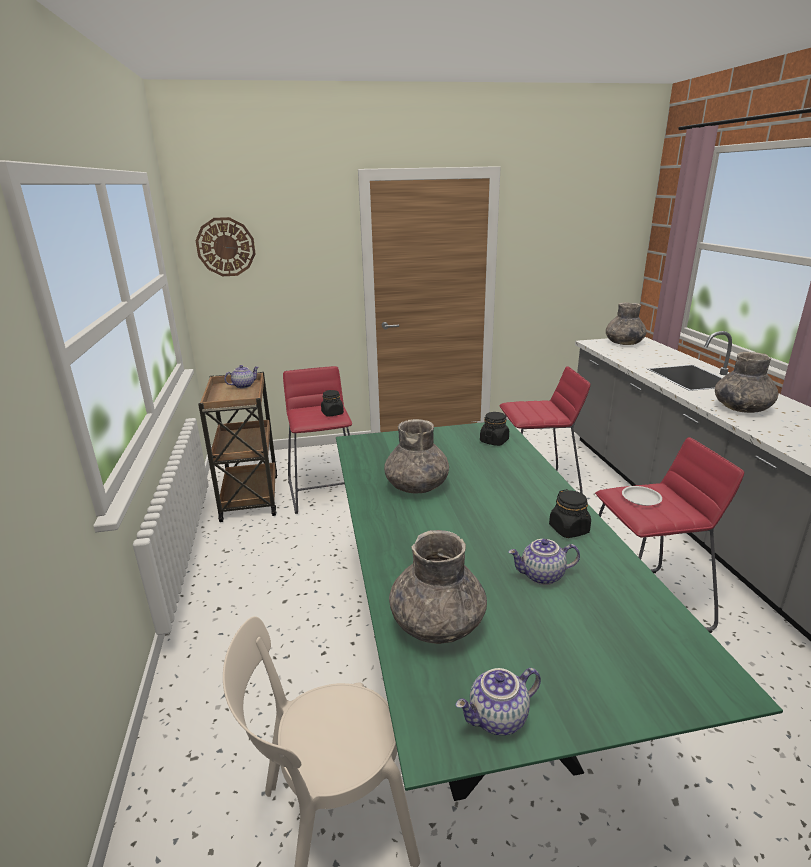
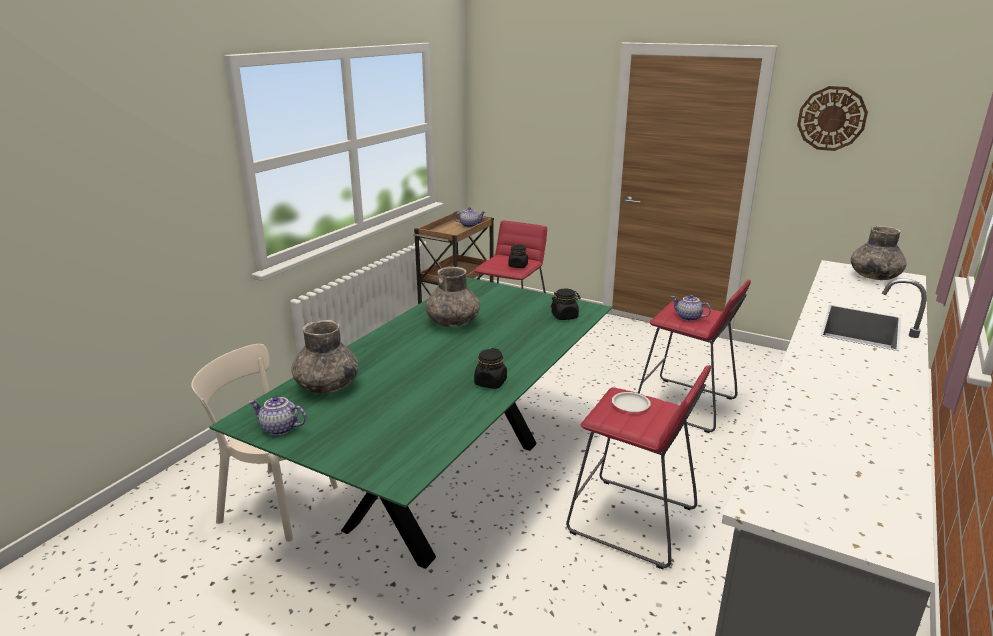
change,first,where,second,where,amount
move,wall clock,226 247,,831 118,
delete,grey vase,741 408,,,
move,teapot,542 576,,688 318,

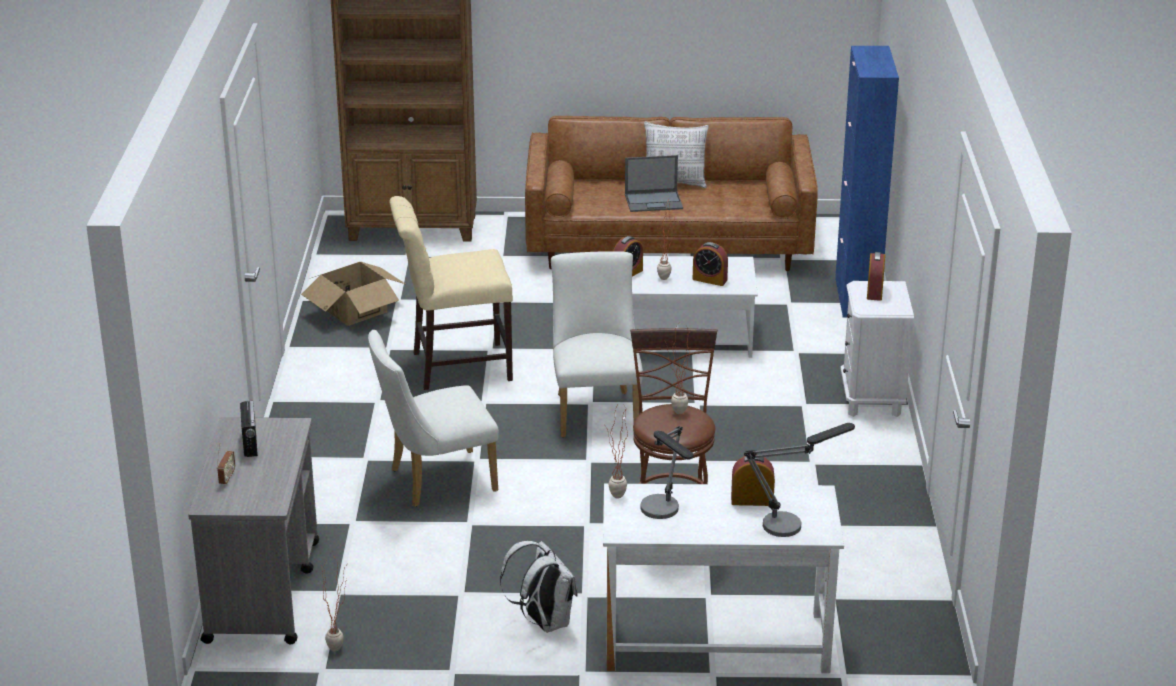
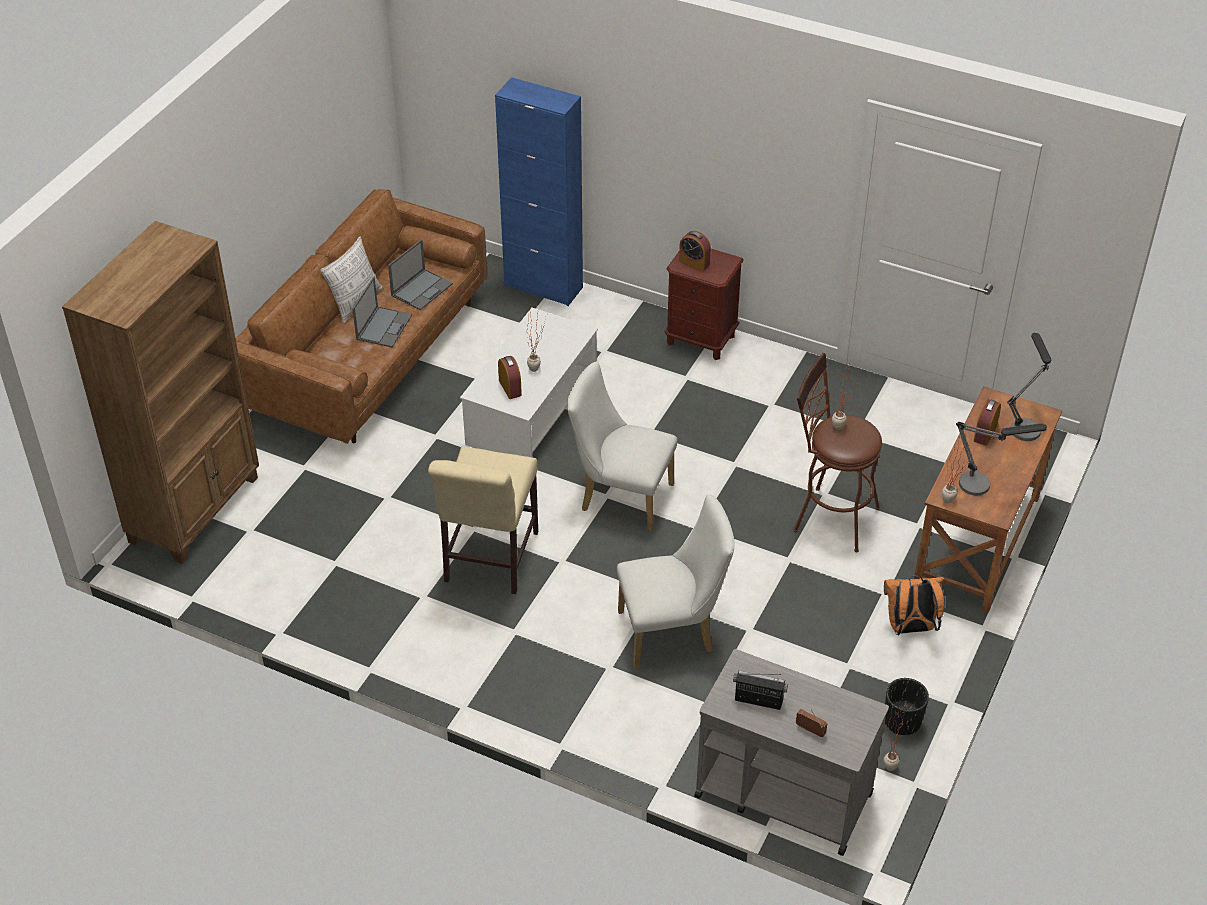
change,first,where,second,where,amount
delete,alarm clock,709 280,,,
delete,cardboard box,354 310,,,
recolor,white nightstand,871 399,brown nightstand,701 339,
rotate,white chair,435 481,,673 632,105 degrees counterclockwise
recolor,white desk,716 642,brown desk,977 542,
recolor,white backpack,543 622,orange backpack,909 628,
insert,,,laptop,422 289,
insert,,,black planter,902 721,

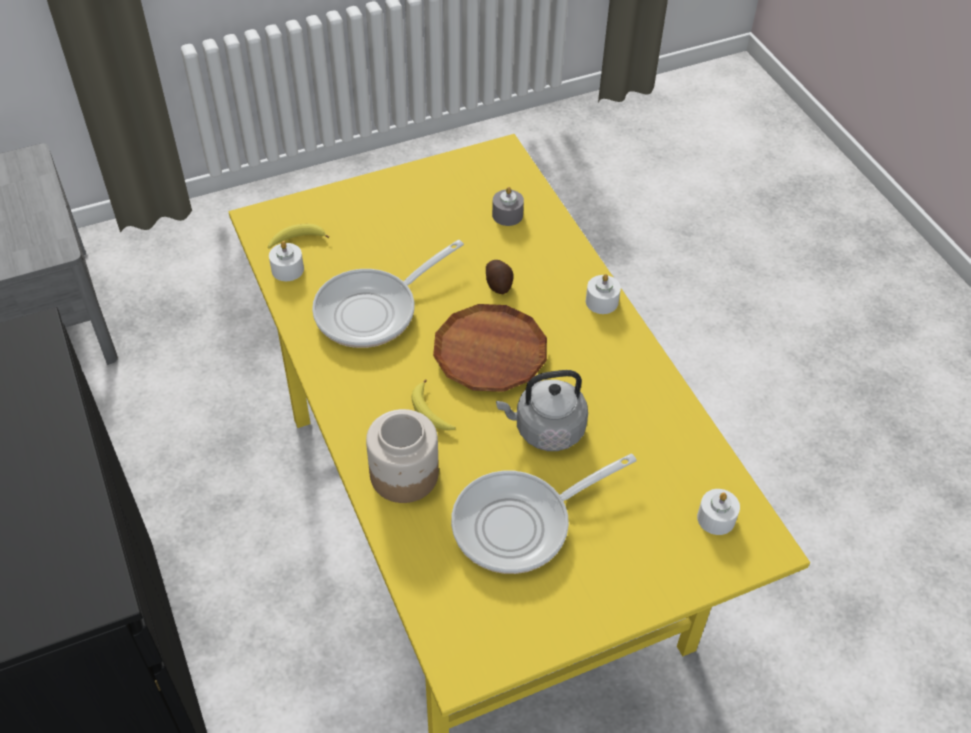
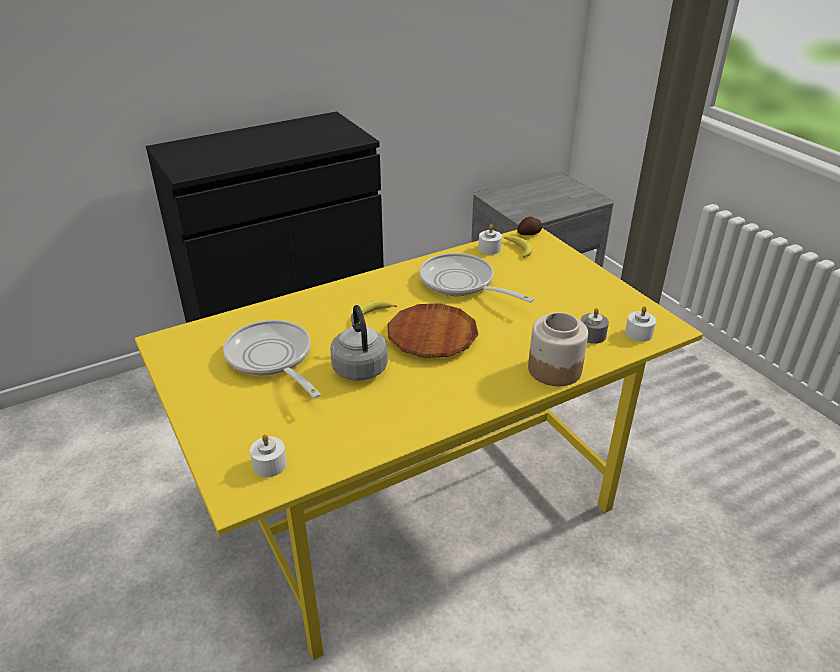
change,first,where,second,where,amount
move,potato,499 283,,529 234,
move,white candle,601 301,,638 333,
move,jar,403 475,,554 369,

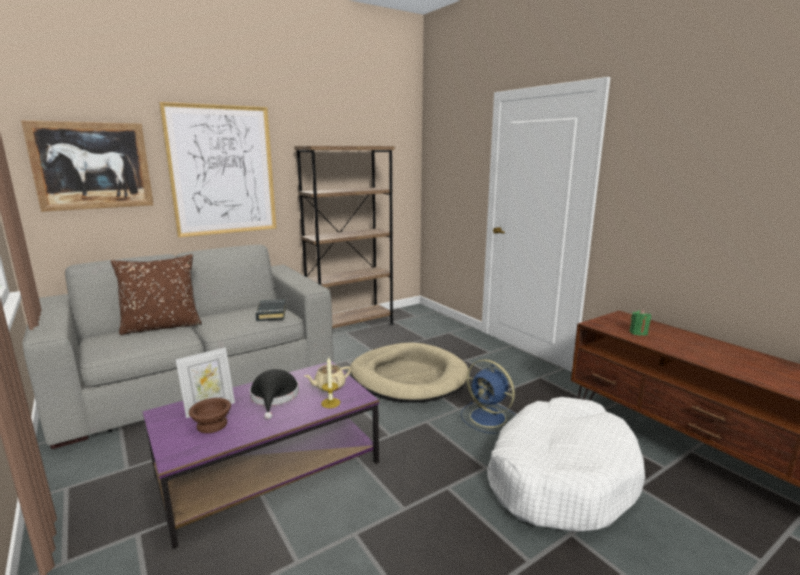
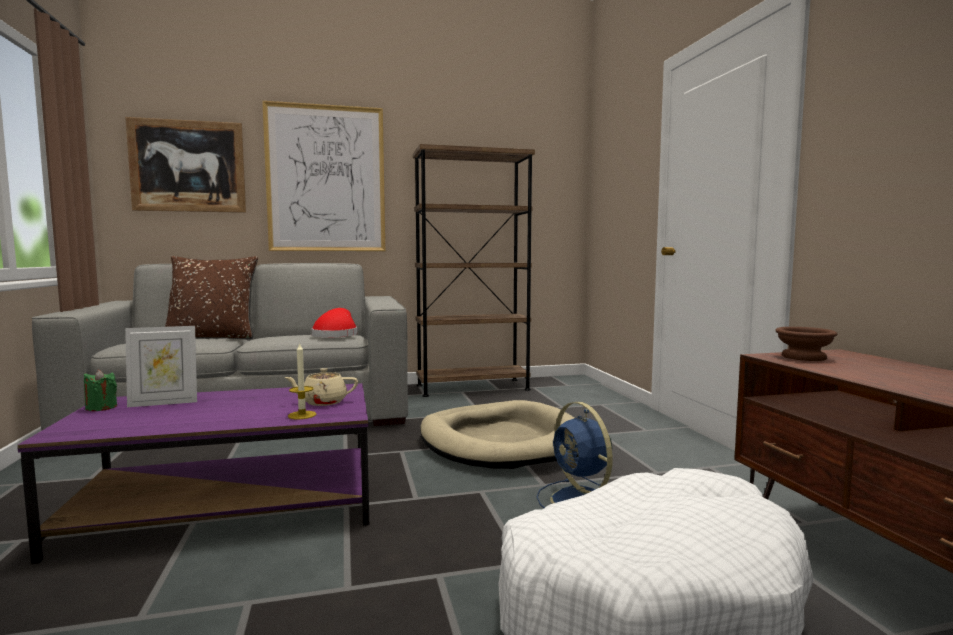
change,first,where,second,where,amount
replace,black book,271 313,red hat,336 335,
move,green candle,638 333,,101 407,
delete,black hat,274 397,,,
move,brown bowl,213 425,,805 357,

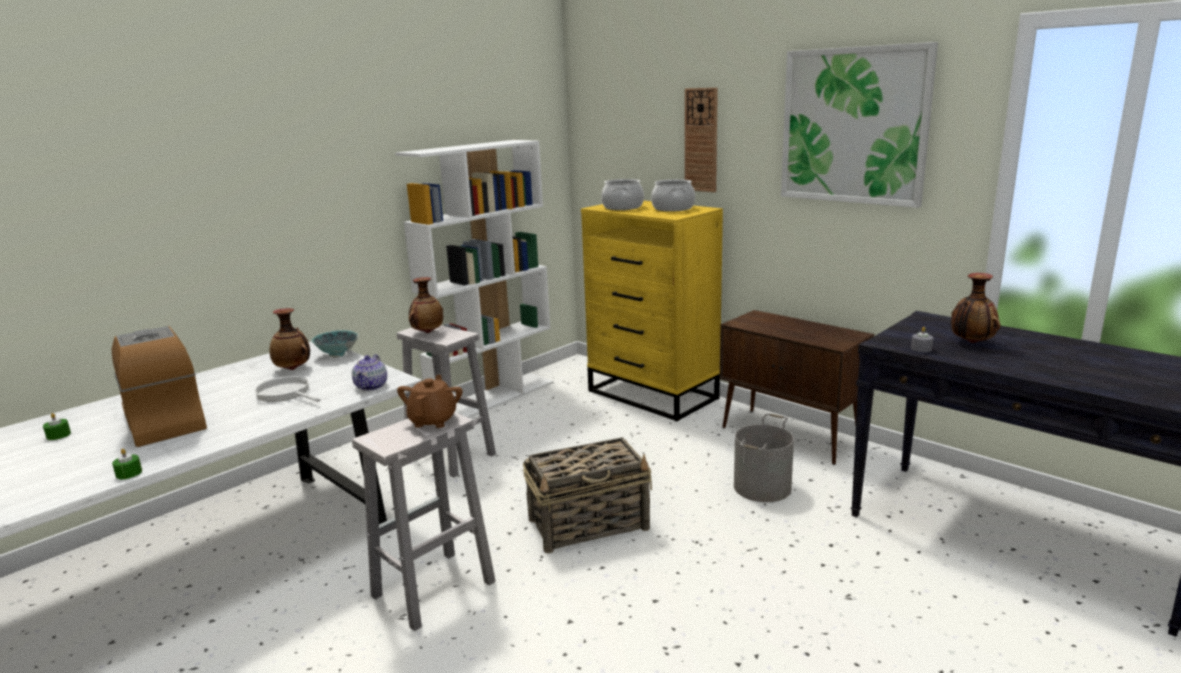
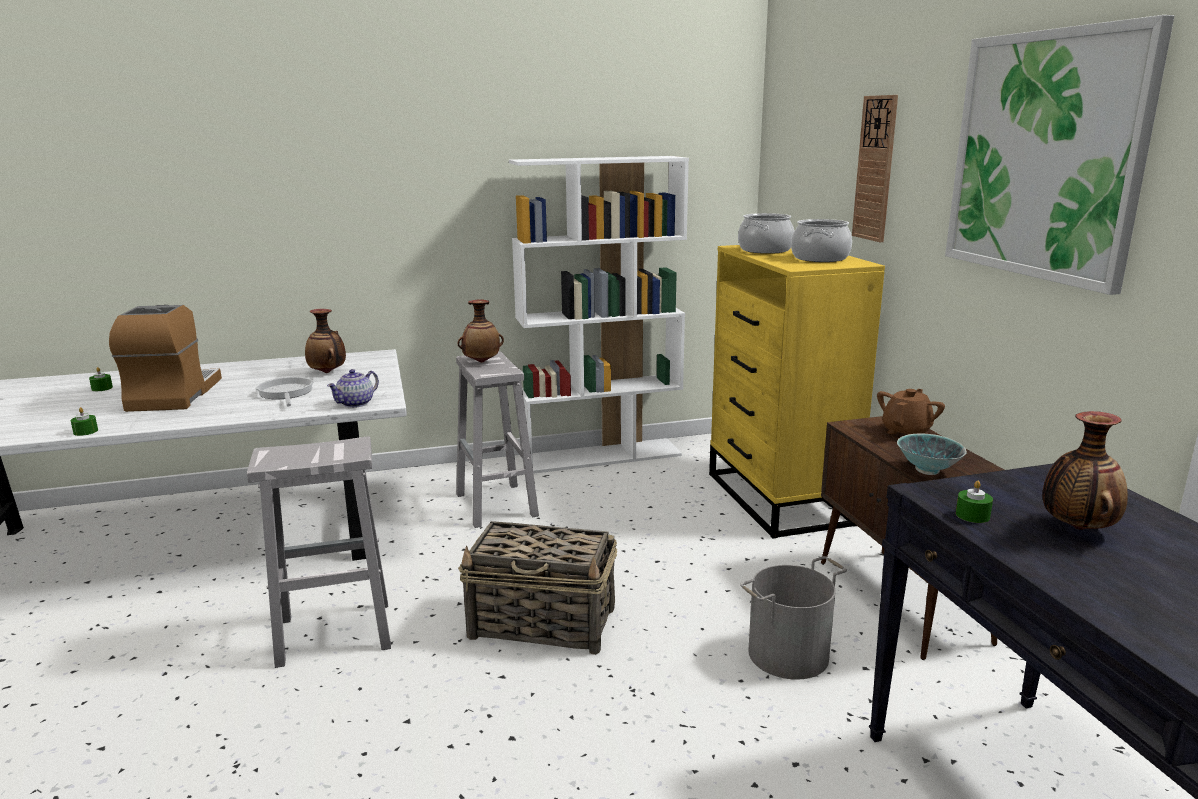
change,first,where,second,where,amount
recolor,grey candle,921 349,green candle,972 515,
move,bowl,337 355,,927 470,
move,brown teapot,433 420,,906 431,

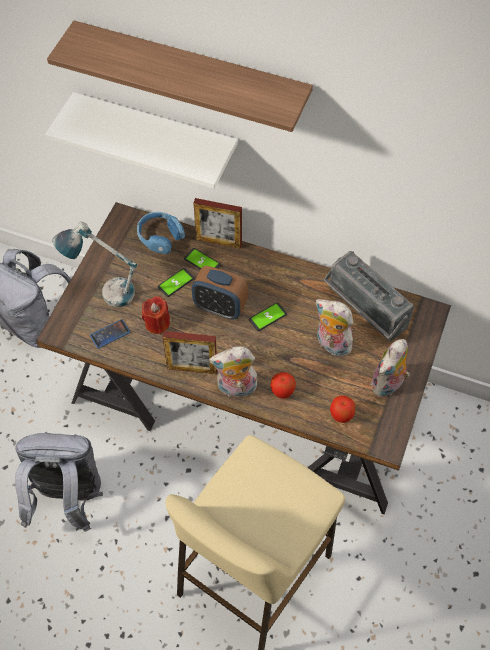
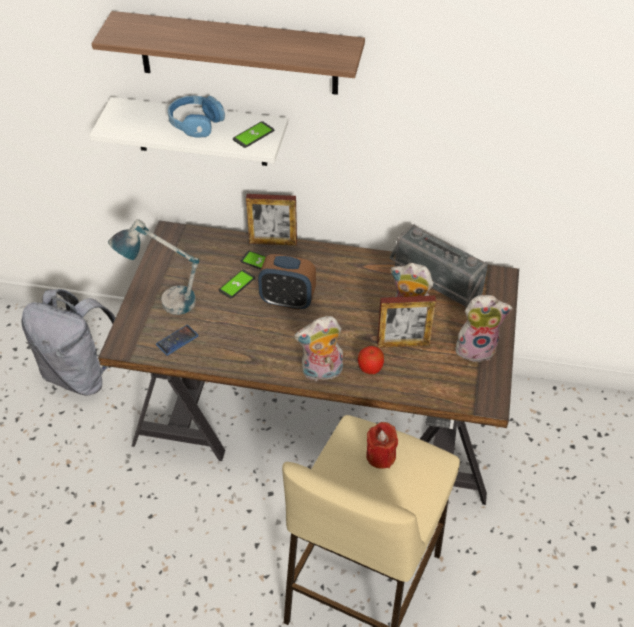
change,first,where,second,where,amount
move,blue headphones,160 237,,195 123,
move,red candle,157 323,,380 456,
move,phone,267 317,,253 135,
move,picture frame,192 368,,403 343,
rotate,plush toy,388 385,,476 348,120 degrees counterclockwise
delete,apple,341 414,,,
delete,grey backpack,67 499,,,

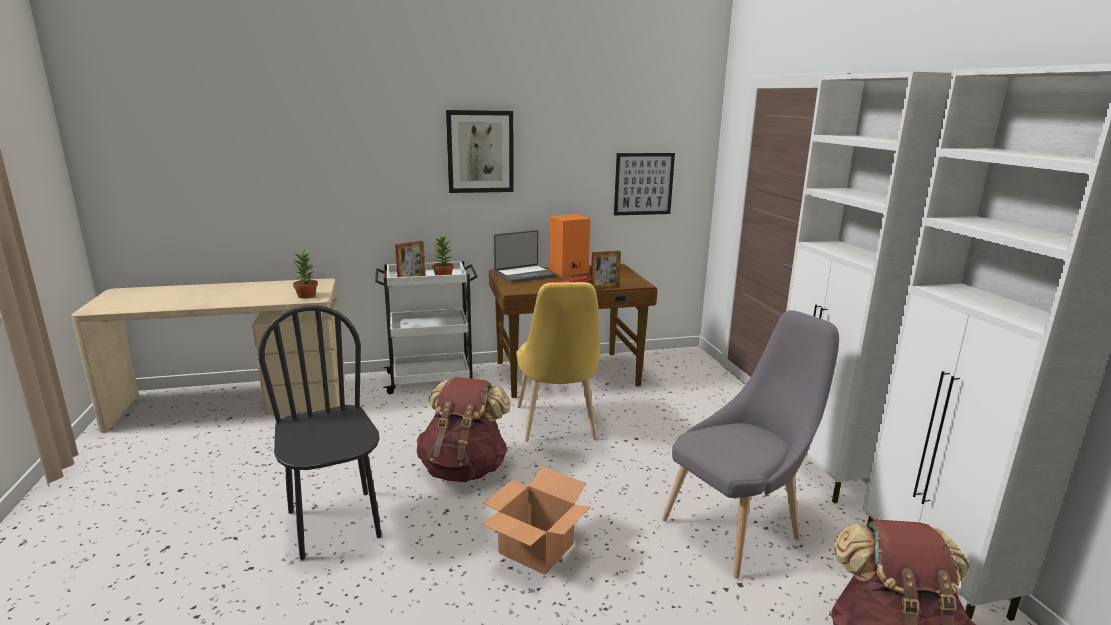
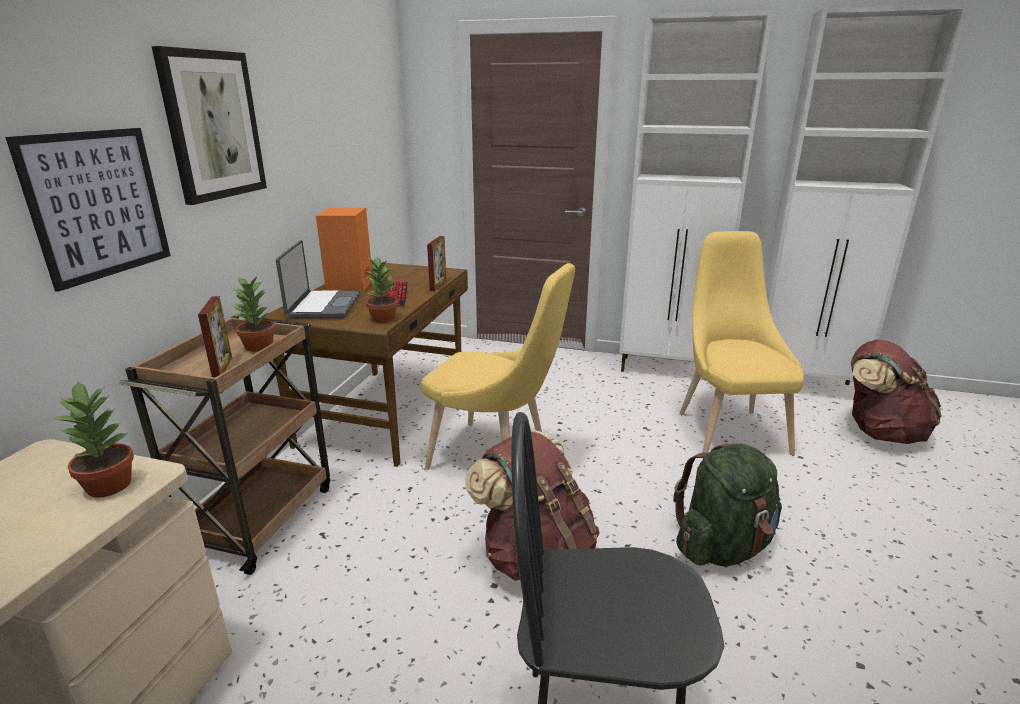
change,first,where,second,where,amount
move,picture,643 184,,98 205,
recolor,white cart,431 379,brown cart,260 517,
recolor,grey chair,738 528,yellow chair,728 429,
replace,cardboard box,537 548,green backpack,722 547,
insert,,,potted plant,383 318,

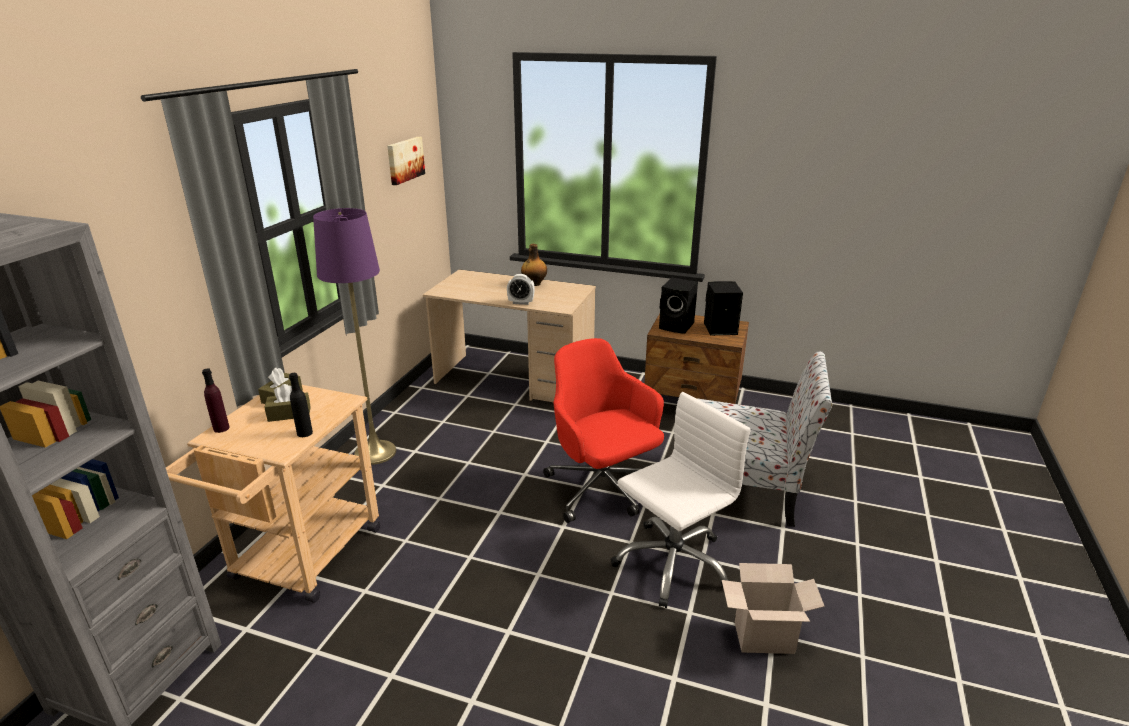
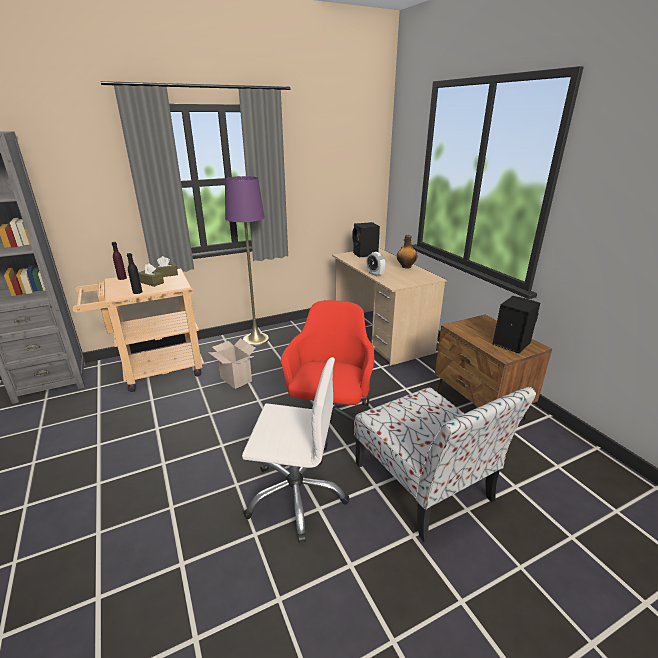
change,first,where,second,where,amount
delete,picture,404 160,,,
move,black speaker,677 326,,365 254,
move,cardboard box,762 639,,234 379,

